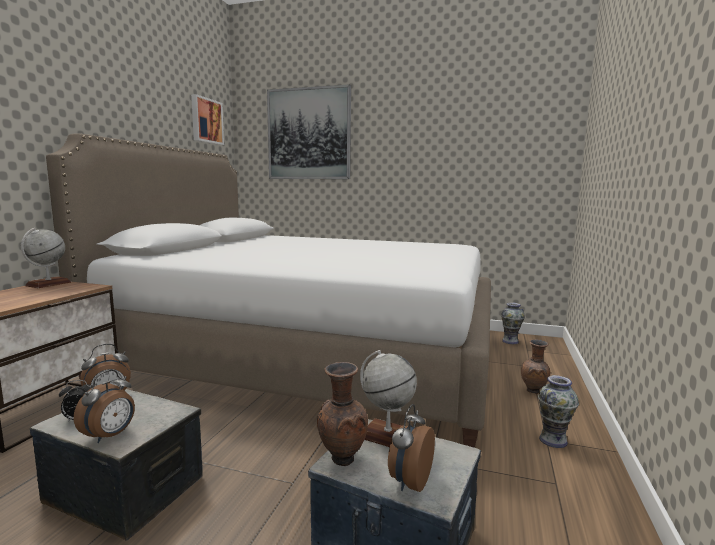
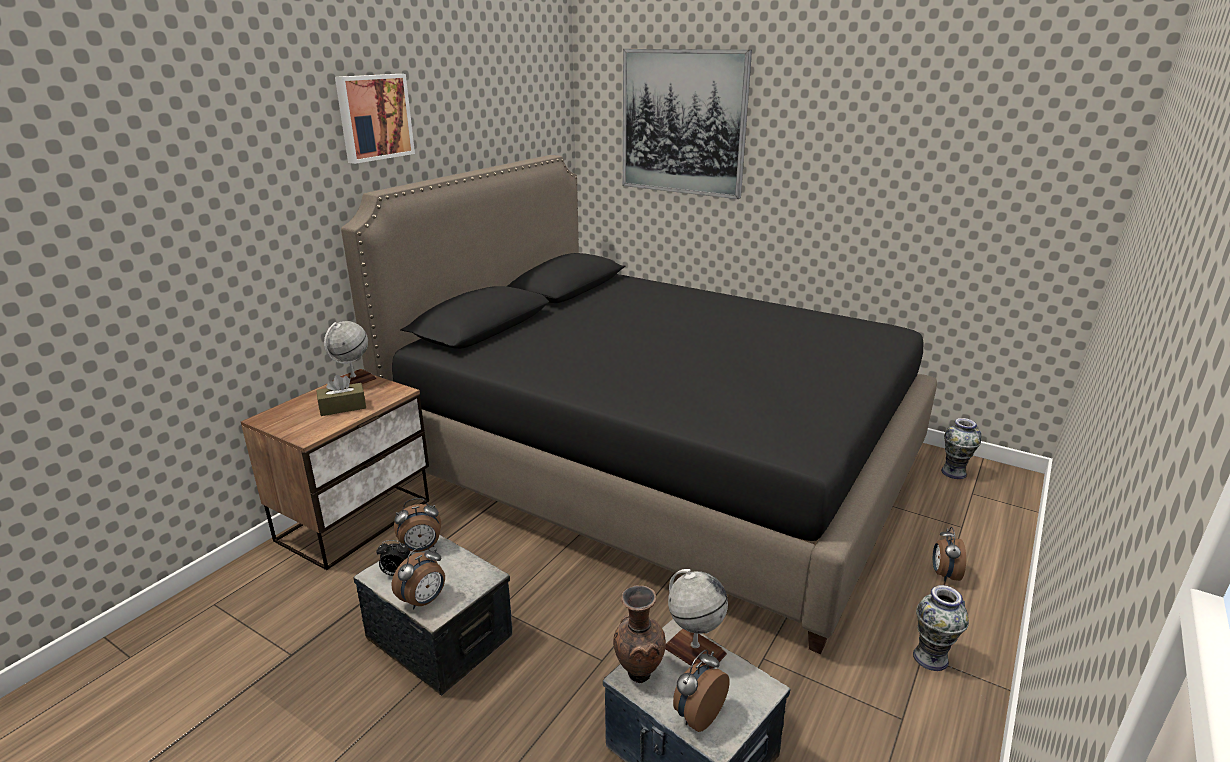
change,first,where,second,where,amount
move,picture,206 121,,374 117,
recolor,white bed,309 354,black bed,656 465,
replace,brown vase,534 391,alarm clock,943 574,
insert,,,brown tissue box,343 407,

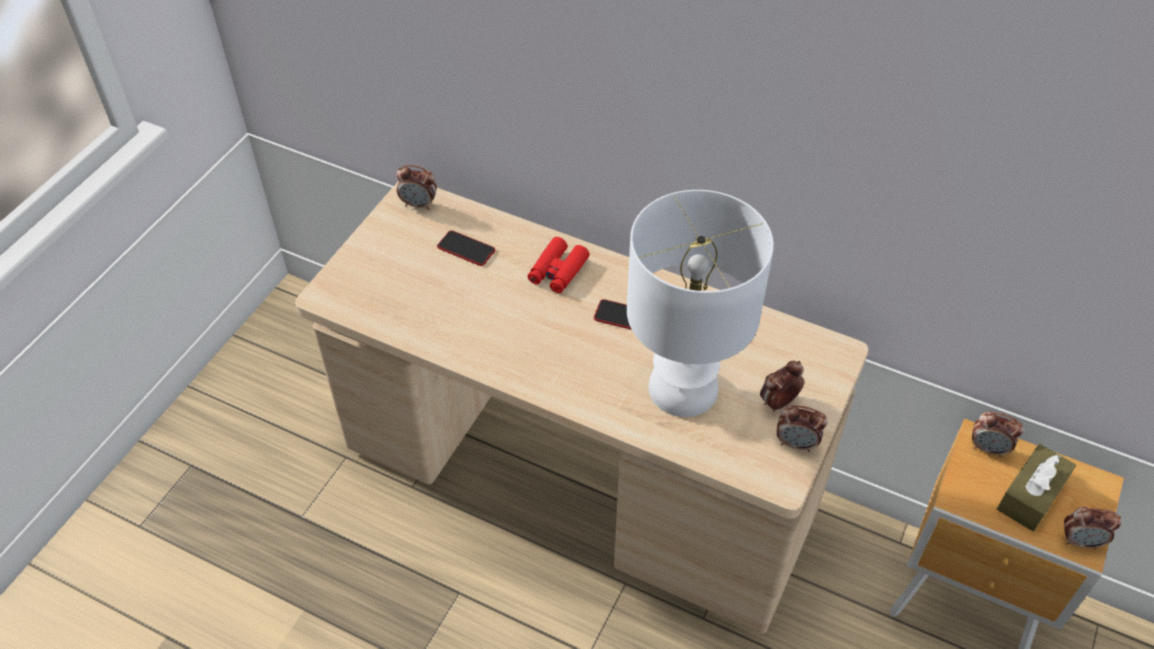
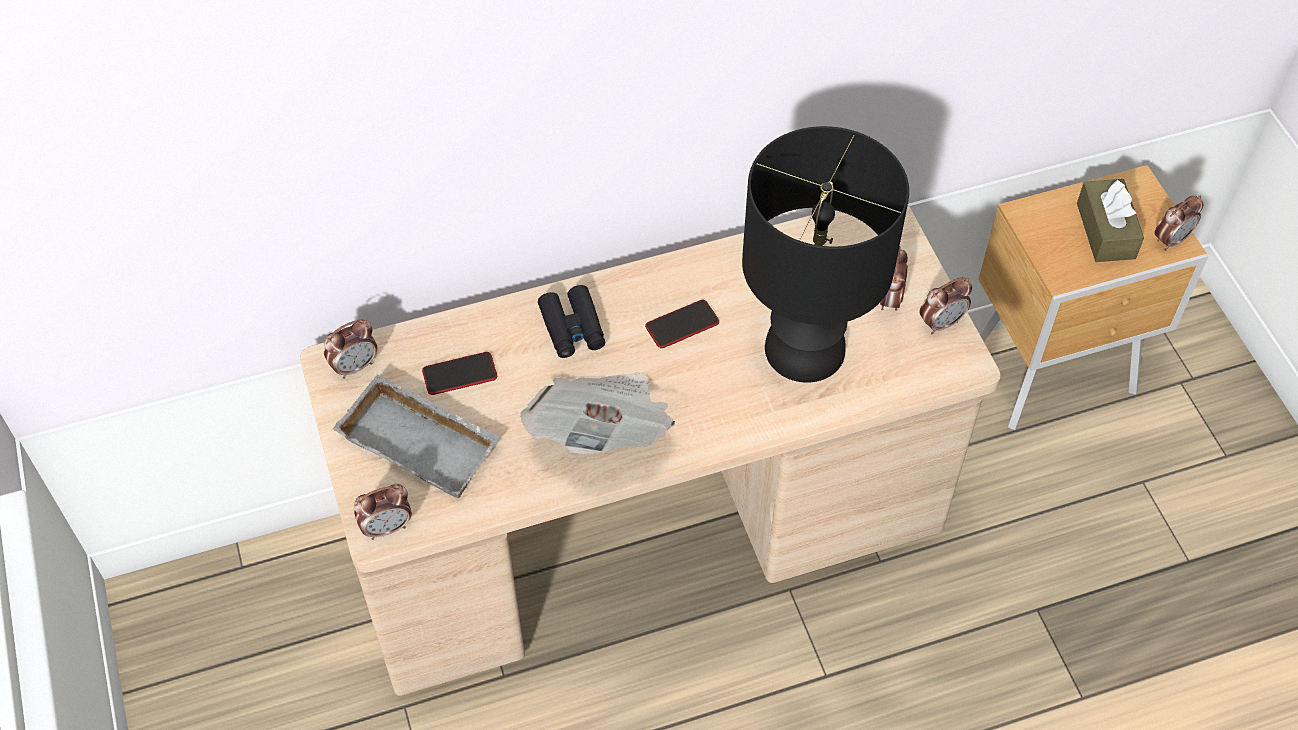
change,first,where,second,where,amount
recolor,white table lamp,684 390,black table lamp,807 349,
recolor,red binoculars,558 271,black binoculars,572 328,
move,alarm clock,988 448,,387 527,
insert,,,newspaper,602 432,
insert,,,grey tray,423 442,

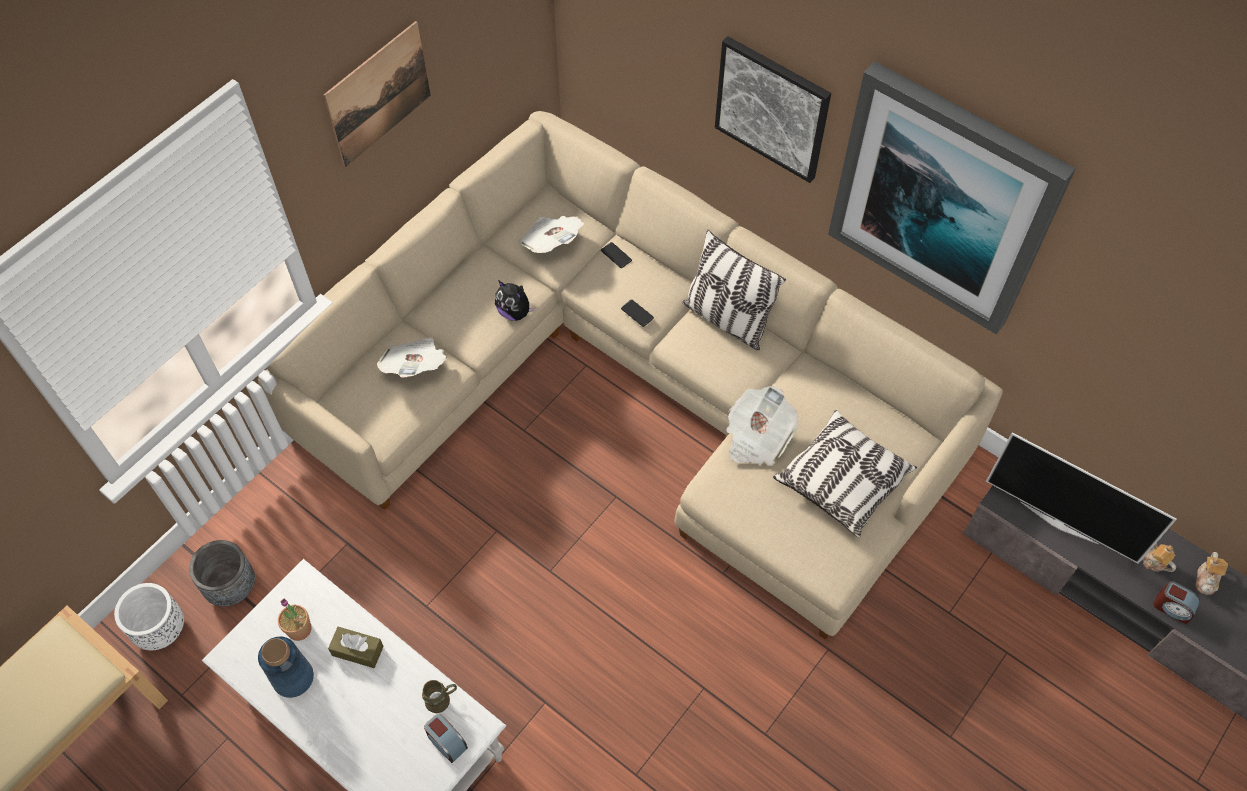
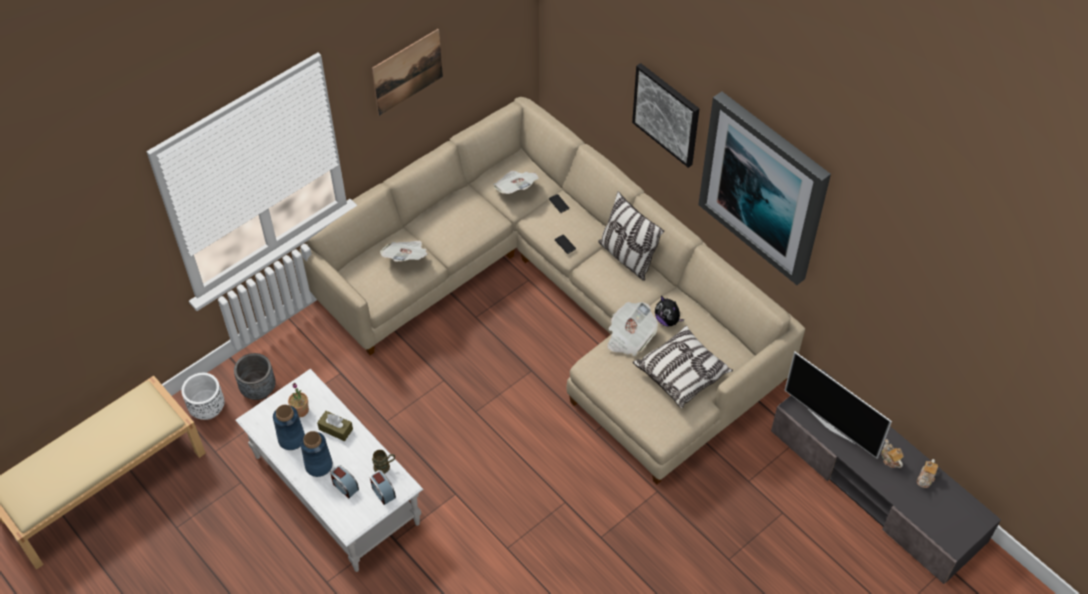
change,first,where,second,where,amount
move,plush toy,515 312,,667 320,
move,alarm clock,1172 608,,345 486,
insert,,,blue vase,319 465,

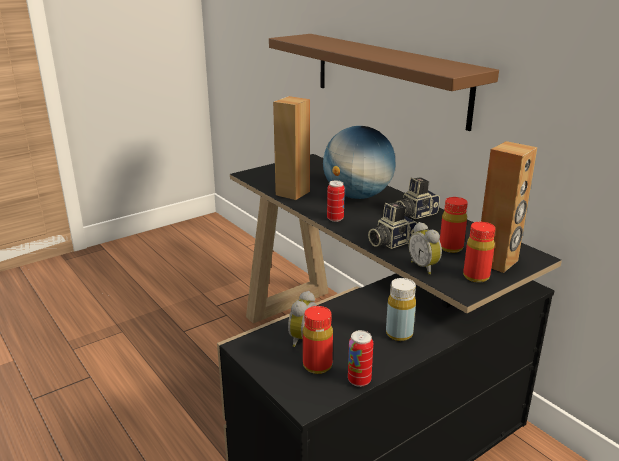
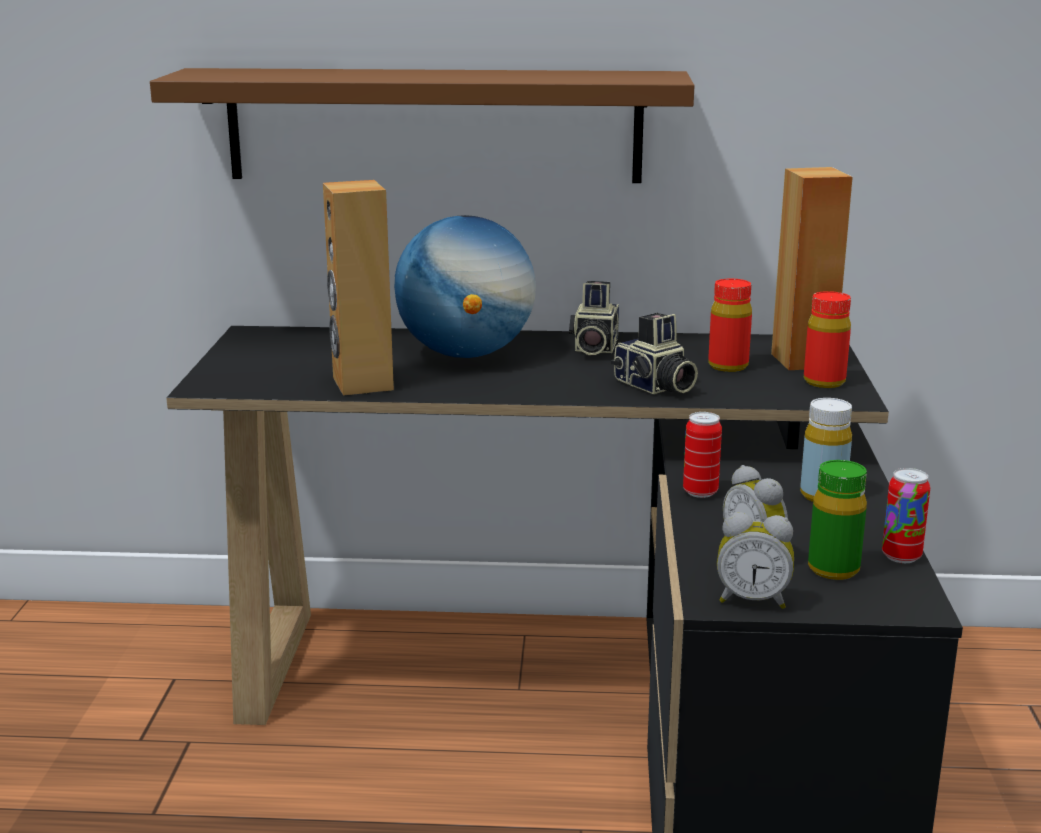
change,first,where,second,where,amount
move,can,335 219,,700 492,
rotate,photo camera,390 242,,654 387,45 degrees counterclockwise
move,alarm clock,424 267,,752 600,
recolor,red bottle,317 365,green bottle,833 569,

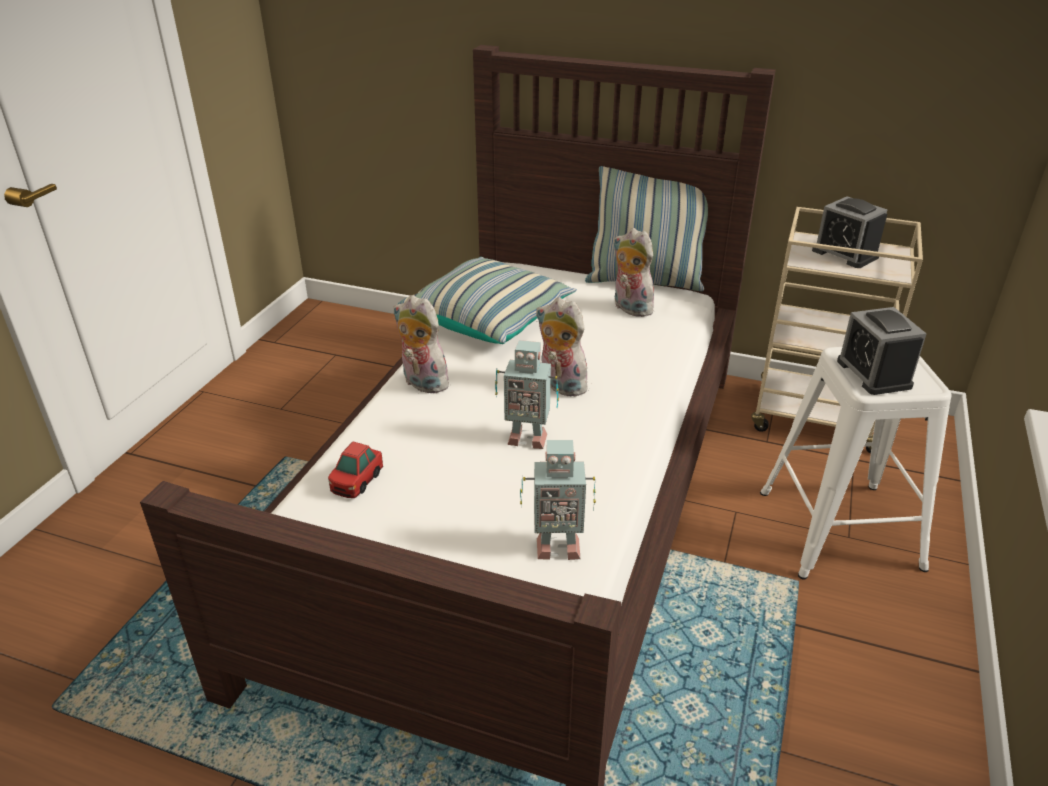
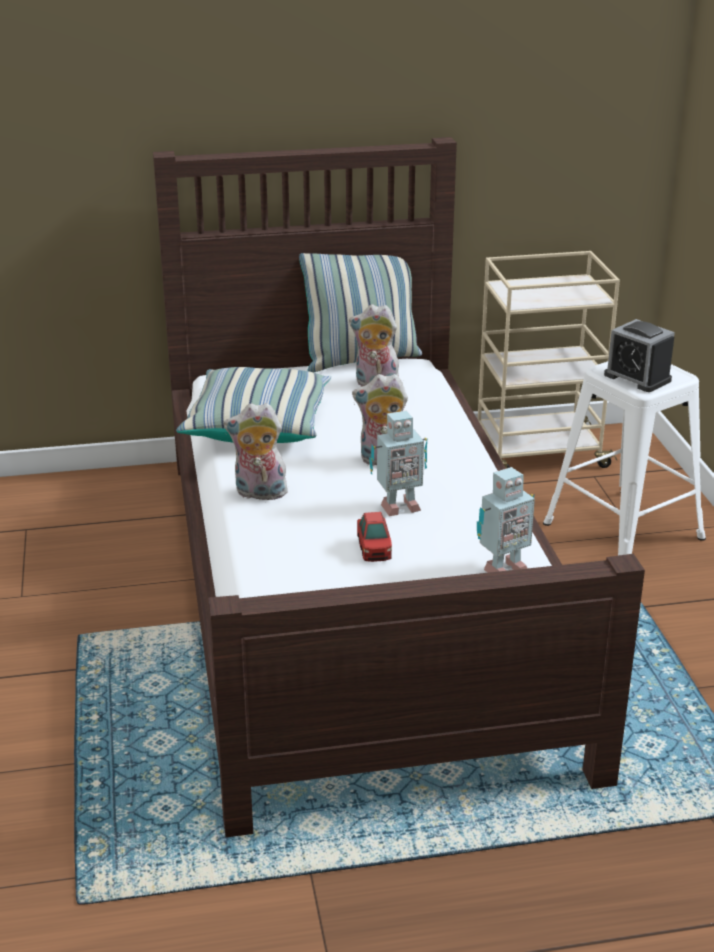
change,first,where,second,where,amount
delete,alarm clock,845 254,,,
move,toy car,356 481,,374 550,

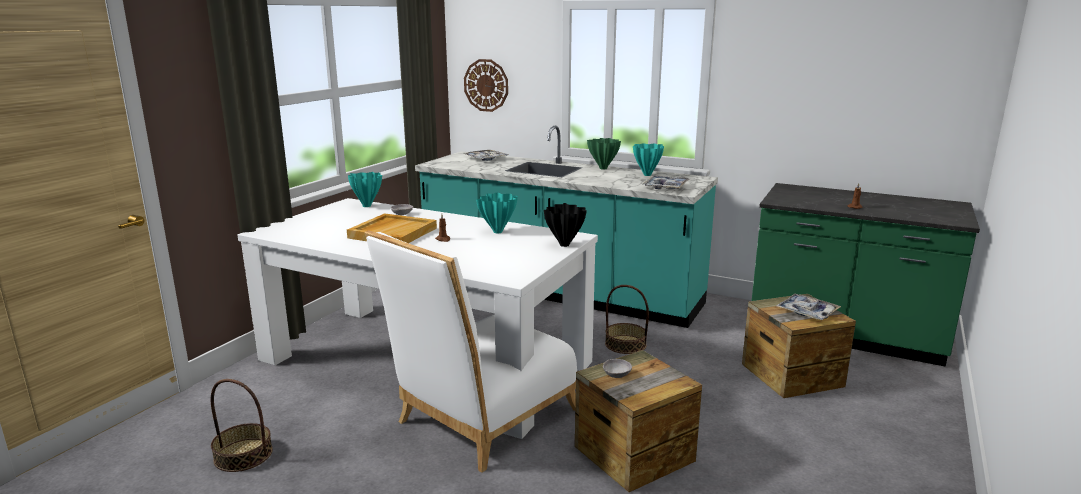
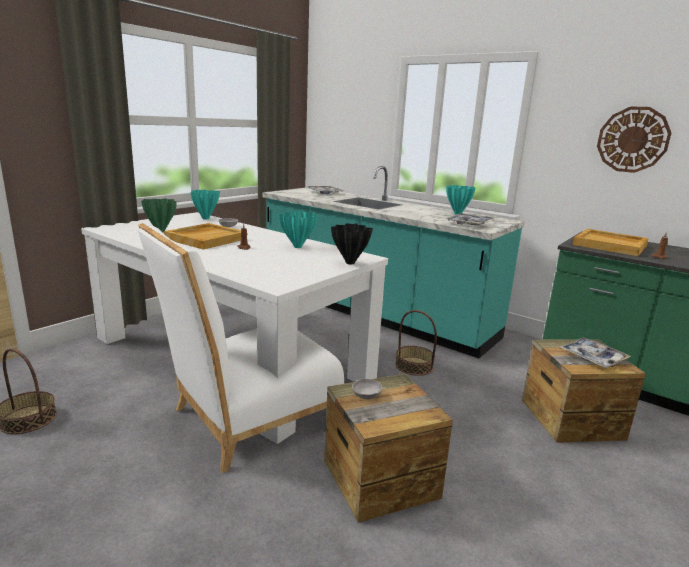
change,first,where,second,where,amount
move,wall clock,486 85,,632 139,
move,green vase,603 168,,161 231,
insert,,,beige tray,610 245,

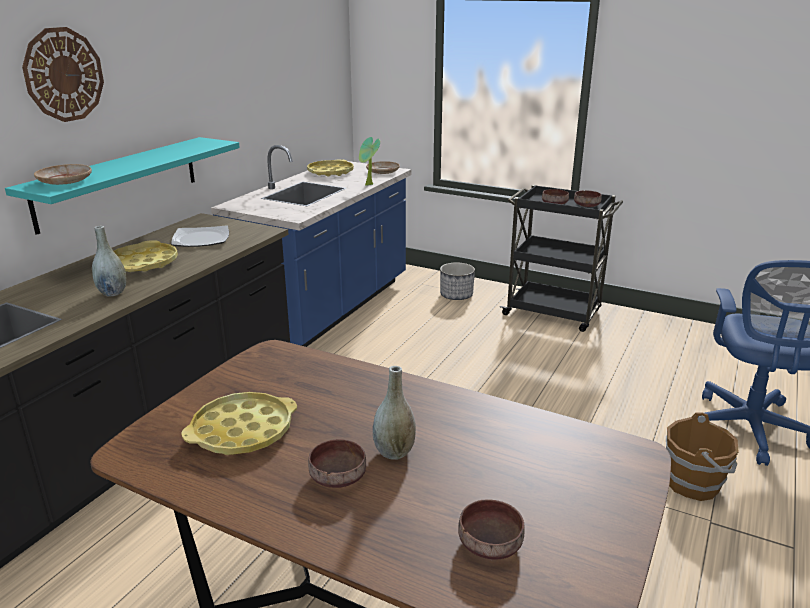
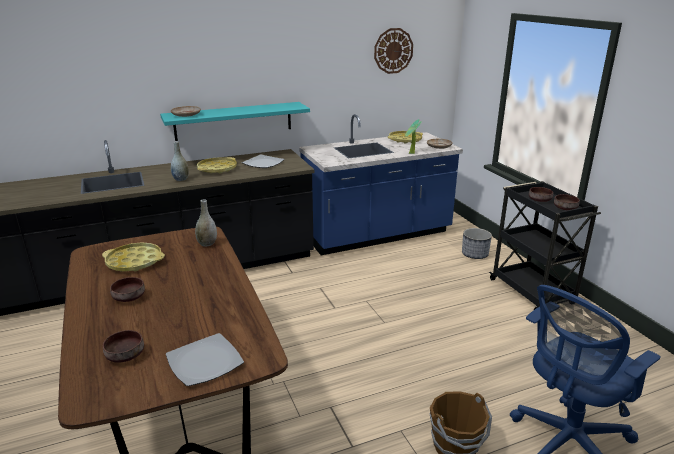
change,first,where,second,where,amount
move,wall clock,63 75,,393 51,
move,grey vase,394 452,,207 244,
insert,,,plate,205 361,

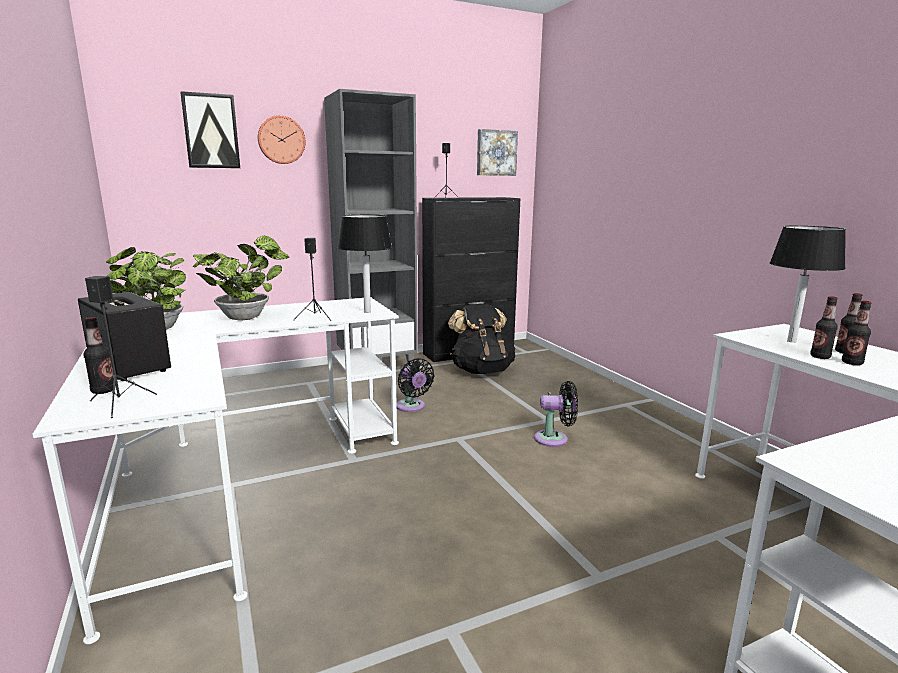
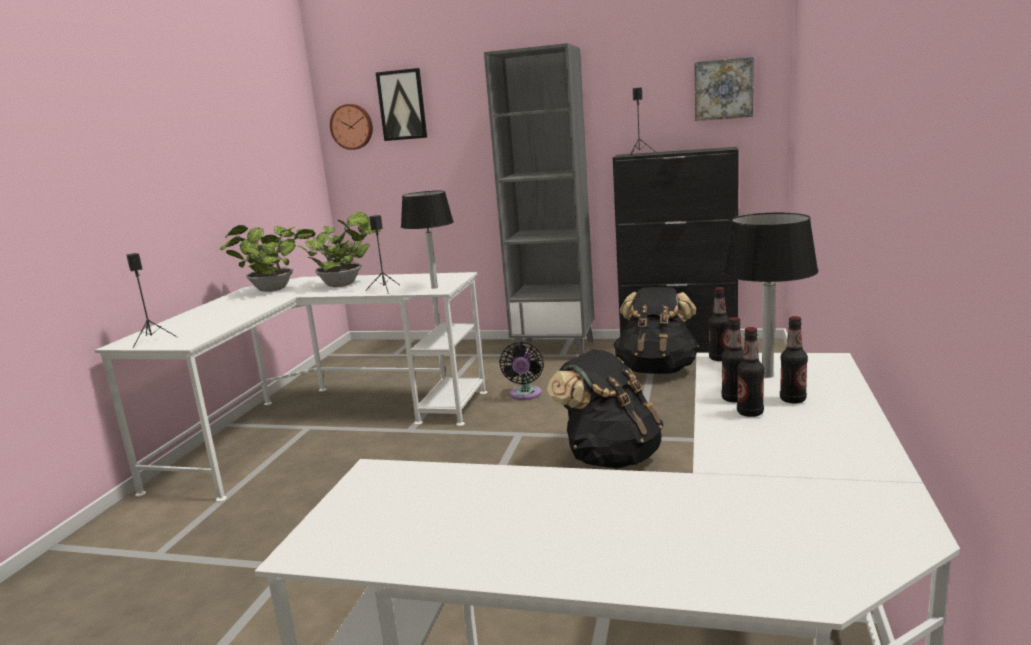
change,first,where,second,where,amount
move,wall clock,281 140,,352 126,
delete,speaker,130 366,,,
move,bottle,103 391,,719 358,
replace,black fan,554 439,black backpack,610 457,

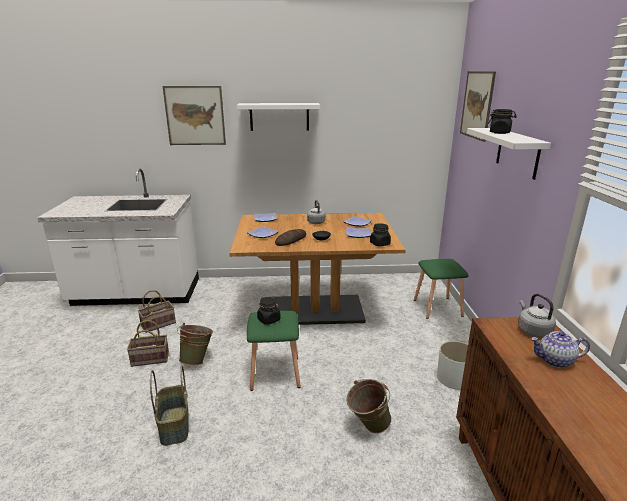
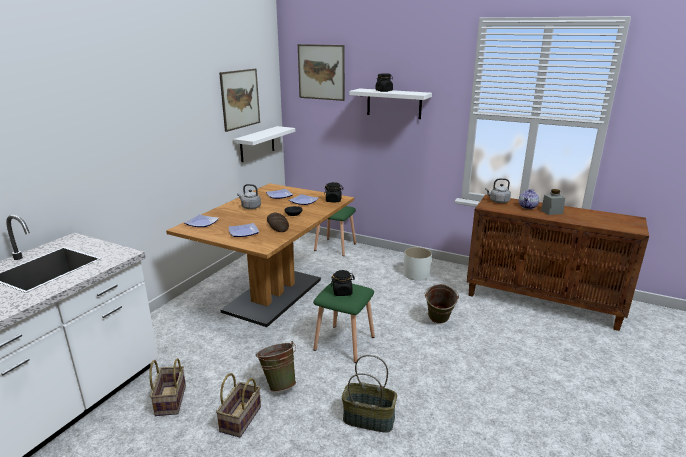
change,first,where,second,where,amount
move,picture,195 116,,240 99,
move,white shelf,279 116,,257 144,
insert,,,grey jar,551 212,

